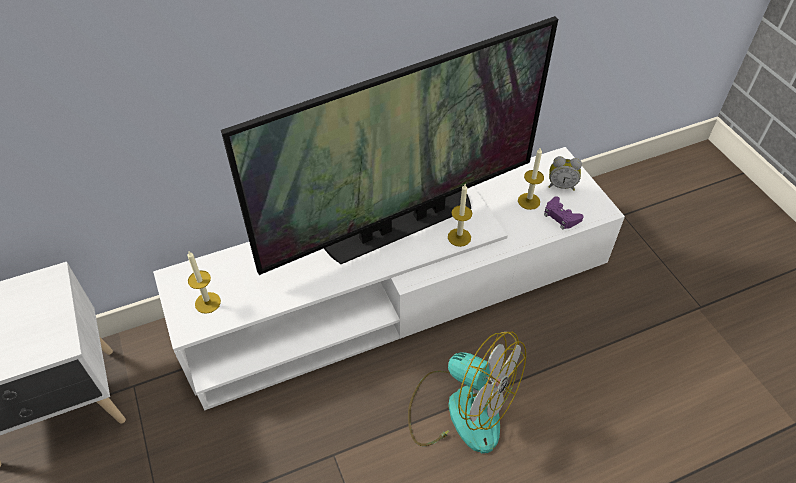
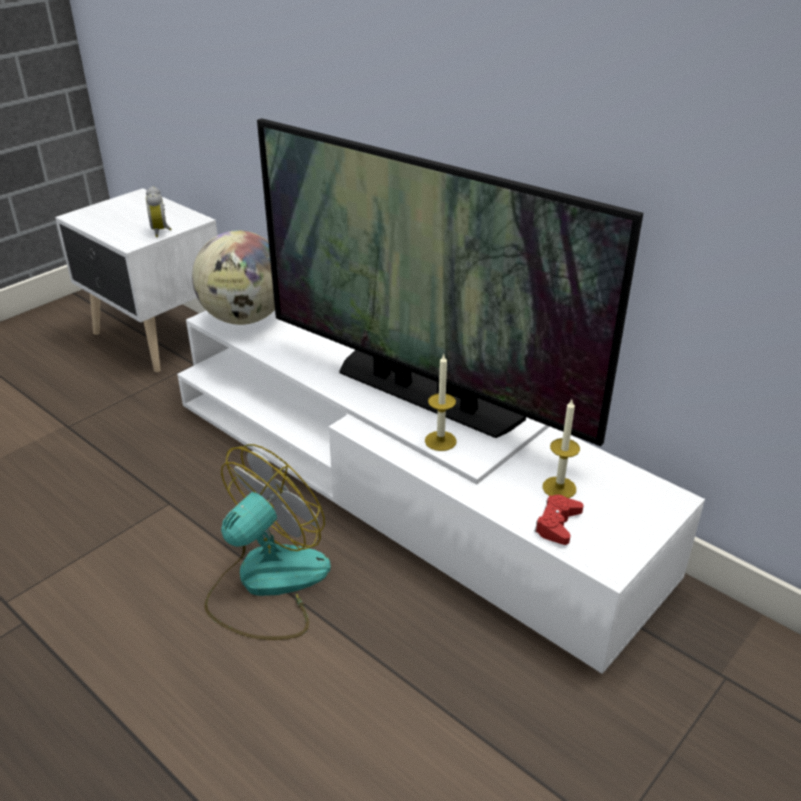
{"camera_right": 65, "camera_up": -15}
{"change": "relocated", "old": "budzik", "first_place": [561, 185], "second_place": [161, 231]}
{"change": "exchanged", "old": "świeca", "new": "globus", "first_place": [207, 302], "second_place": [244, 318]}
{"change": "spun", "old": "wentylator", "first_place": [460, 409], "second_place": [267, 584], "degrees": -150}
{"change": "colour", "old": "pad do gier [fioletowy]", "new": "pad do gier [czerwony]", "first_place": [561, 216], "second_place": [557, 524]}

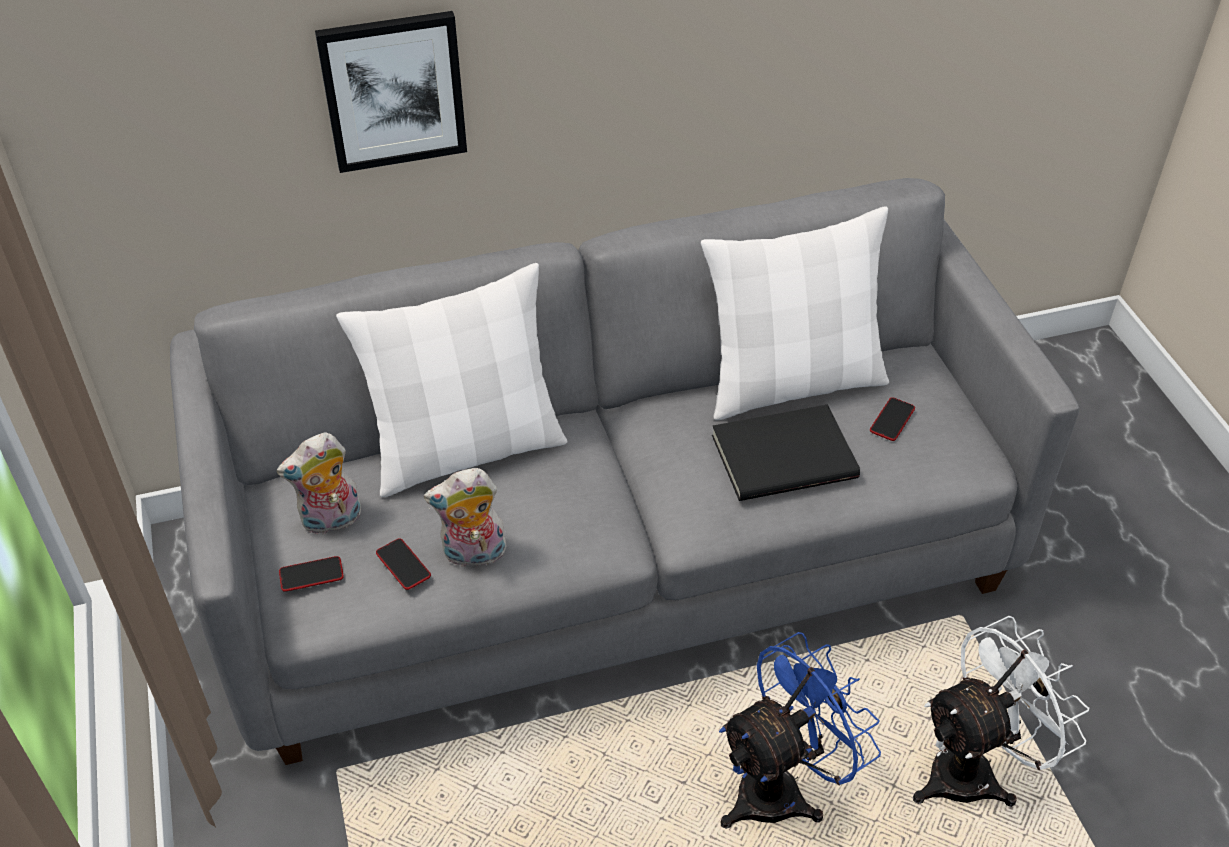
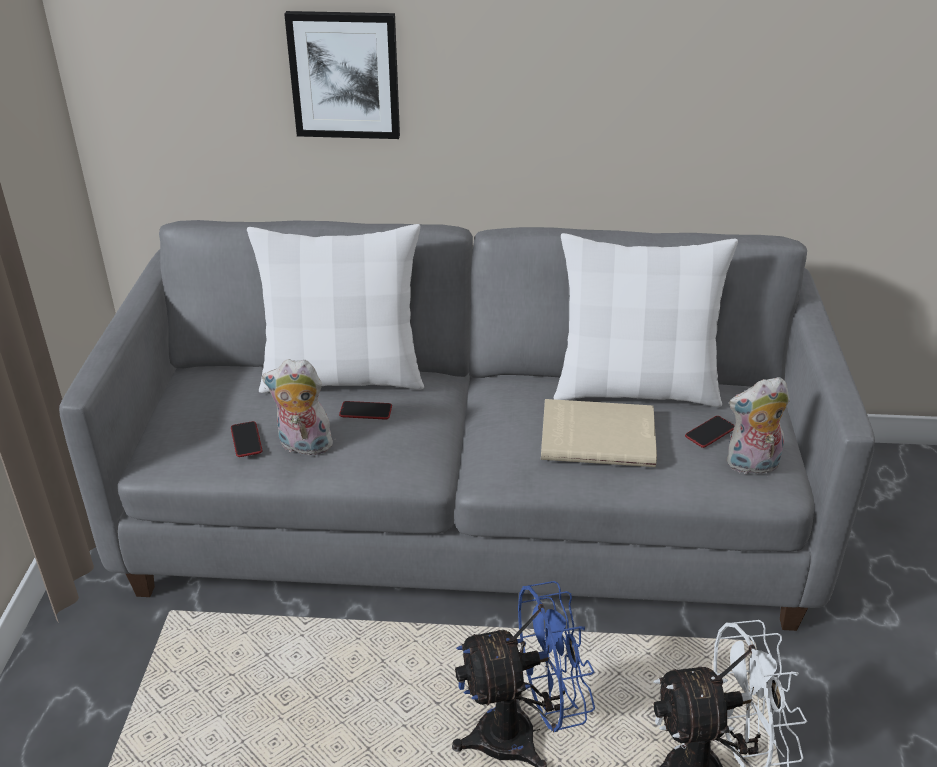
{"camera_right": 20, "camera_up": -10}
{"change": "relocated", "old": "telefon", "first_place": [311, 575], "second_place": [365, 411]}
{"change": "colour", "old": "książka [czarny]", "new": "książka [beżowy]", "first_place": [783, 455], "second_place": [597, 436]}
{"change": "relocated", "old": "pluszak", "first_place": [331, 521], "second_place": [751, 466]}

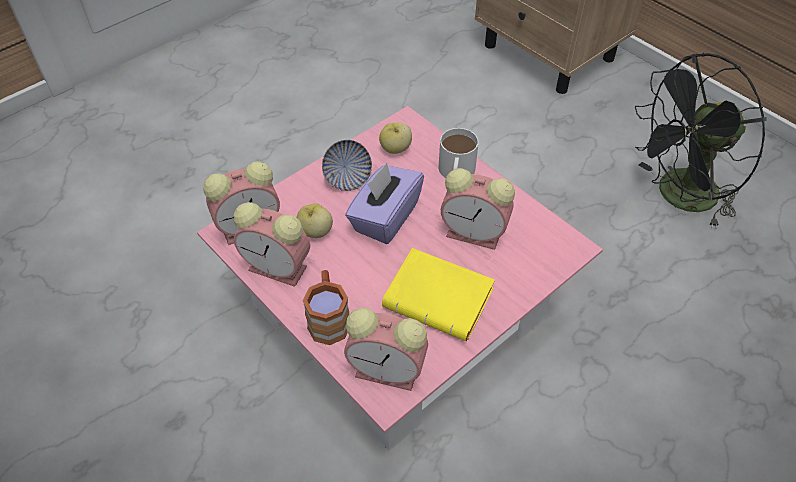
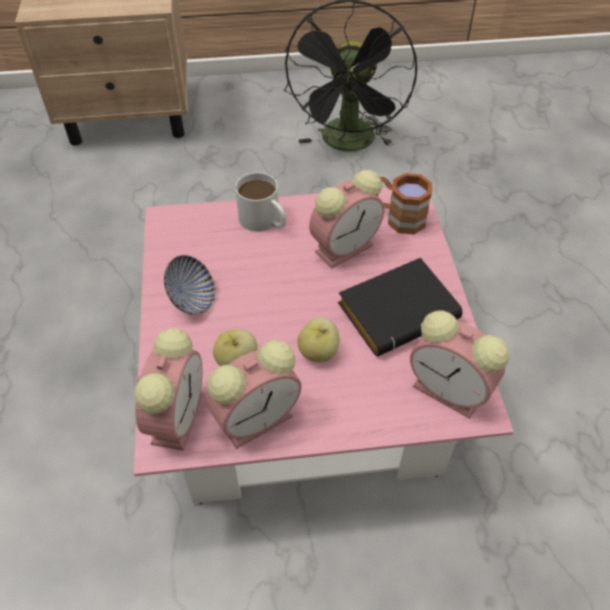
{"camera_right": -55, "camera_up": 0}
{"change": "relocated", "old": "jabłko", "first_place": [395, 149], "second_place": [319, 352]}
{"change": "colour", "old": "książka [żółty]", "new": "książka [czarny]", "first_place": [442, 299], "second_place": [398, 310]}
{"change": "relocated", "old": "kubek [brązowy]", "first_place": [328, 318], "second_place": [398, 217]}
{"change": "spun", "old": "budzik", "first_place": [389, 371], "second_place": [451, 391], "degrees": 75}
{"change": "missing", "old": "pudełko chusteczek [fioletowy]", "first_place": [385, 218]}

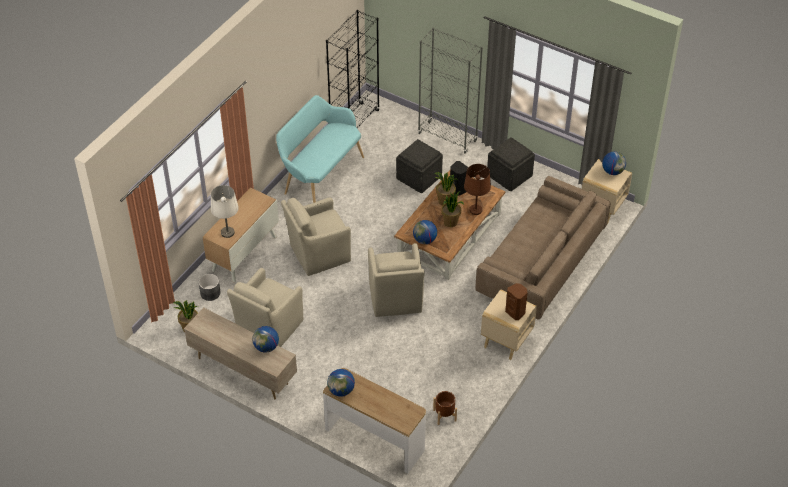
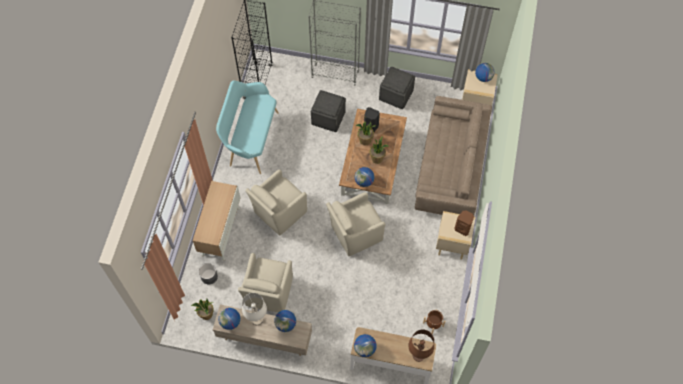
{"camera_right": -20, "camera_up": 15}
{"change": "appeared", "new": "globus", "second_place": [230, 322]}
{"change": "relocated", "old": "lampa stołowa [biały]", "first_place": [227, 233], "second_place": [257, 319]}
{"change": "spun", "old": "fotel [beżowy]", "first_place": [395, 298], "second_place": [355, 234], "degrees": 90}
{"change": "relocated", "old": "lampa stołowa [brązowy]", "first_place": [476, 210], "second_place": [418, 355]}

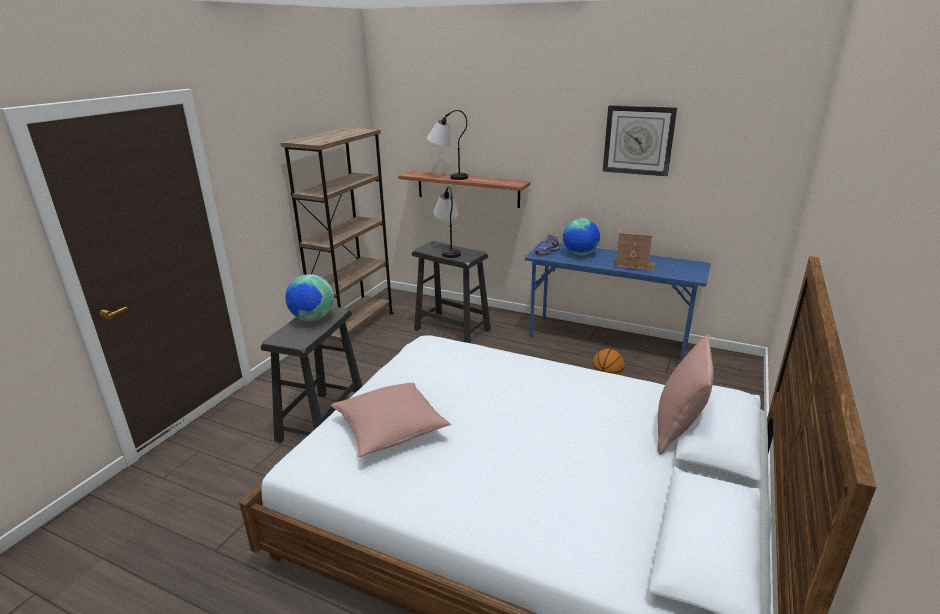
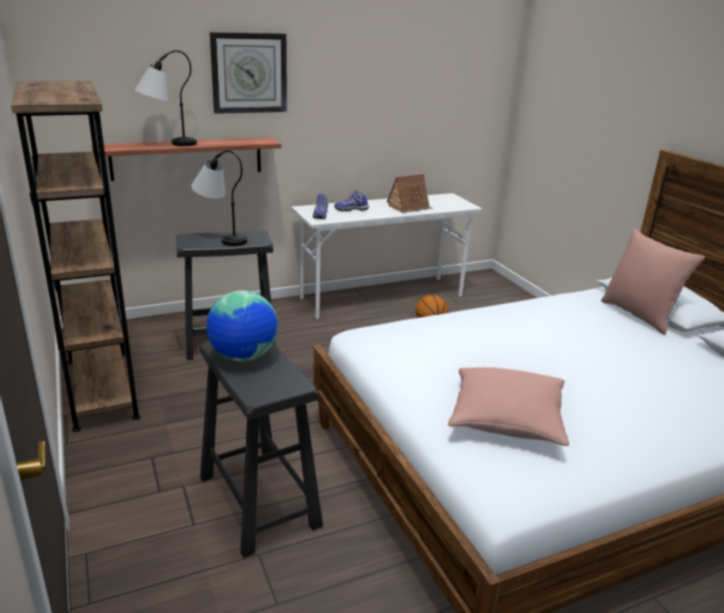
{"camera_right": -50, "camera_up": 0}
{"change": "relocated", "old": "zegar ścienny", "first_place": [638, 140], "second_place": [249, 73]}
{"change": "colour", "old": "biurko [niebieski]", "new": "biurko [biały]", "first_place": [607, 341], "second_place": [382, 297]}
{"change": "exchanged", "old": "globus", "new": "but", "first_place": [580, 254], "second_place": [351, 209]}

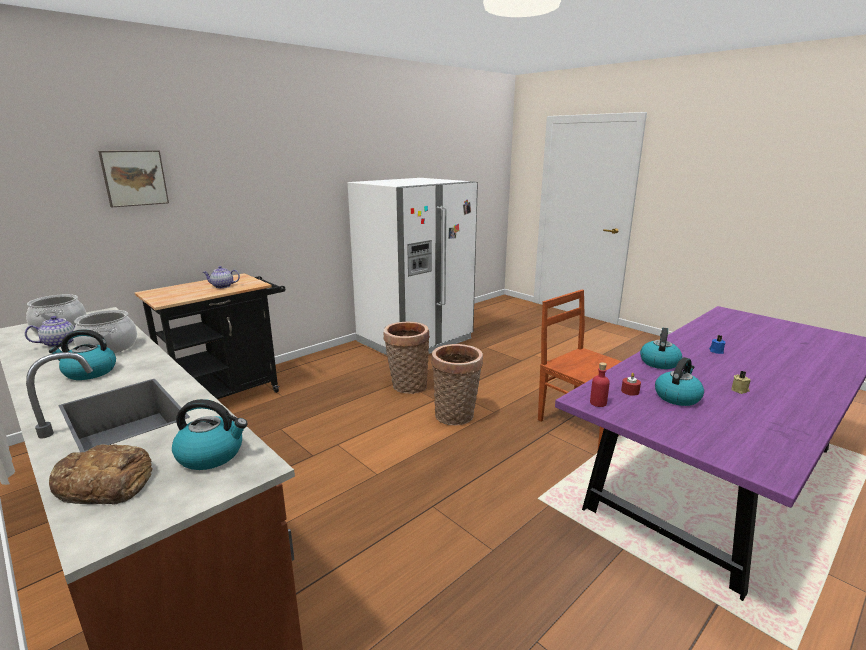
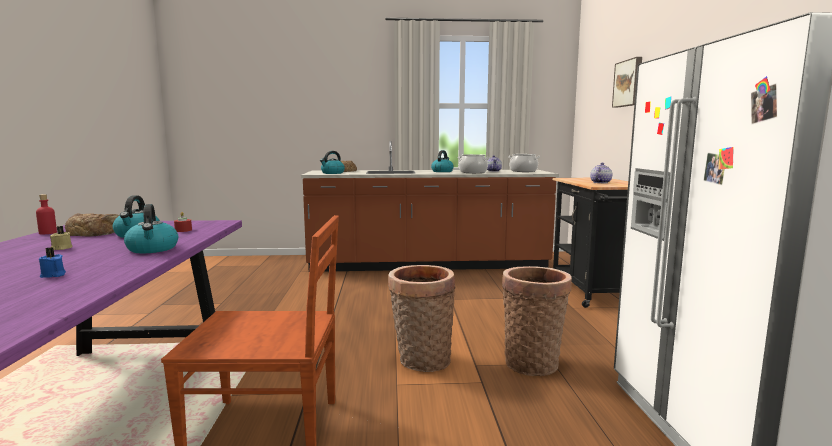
{"camera_right": 130, "camera_up": -10}
{"change": "relocated", "old": "butelka [czerwony]", "first_place": [598, 403], "second_place": [48, 233]}
{"change": "appeared", "new": "chleb", "second_place": [95, 232]}

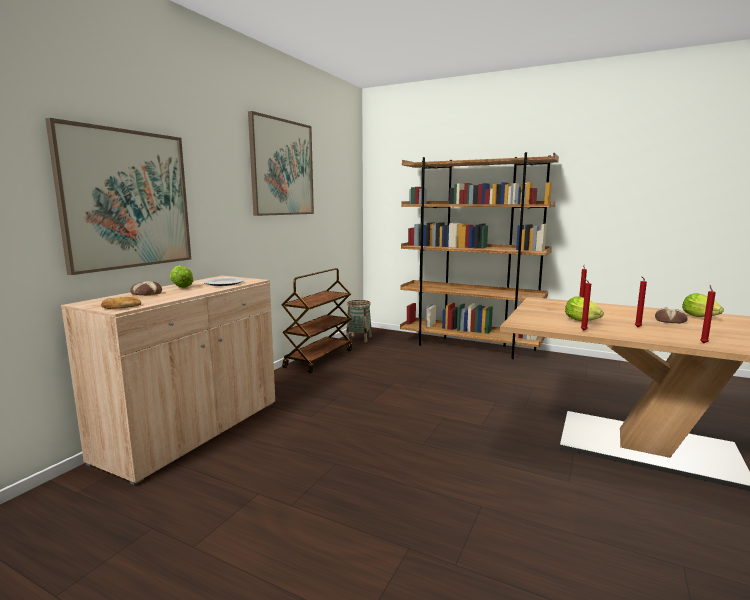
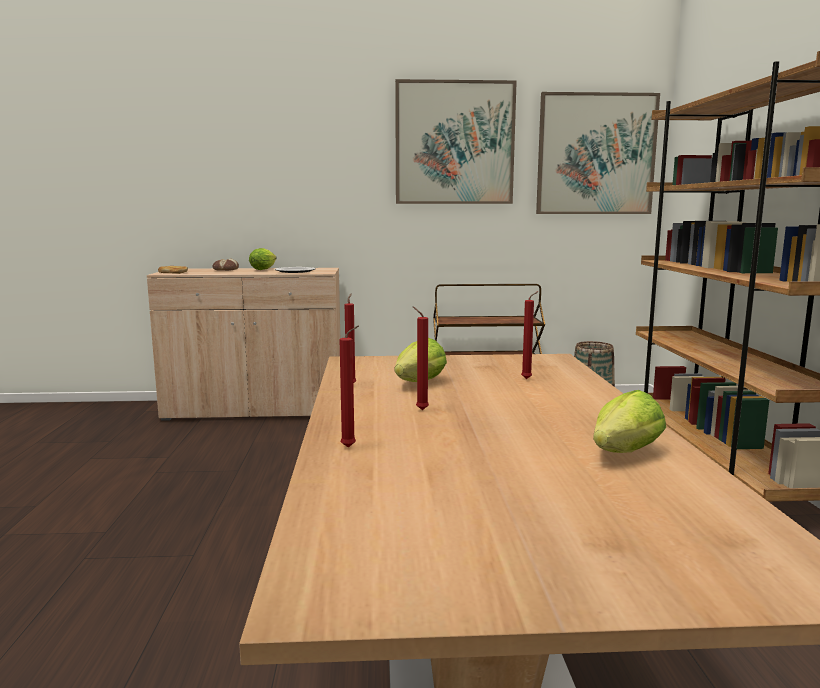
{"camera_right": 60, "camera_up": 0}
{"change": "relocated", "old": "obraz", "first_place": [127, 199], "second_place": [596, 154]}
{"change": "missing", "old": "chleb", "first_place": [670, 320]}

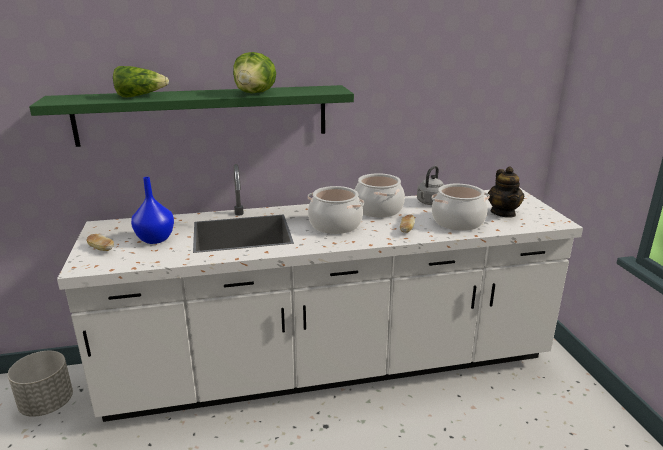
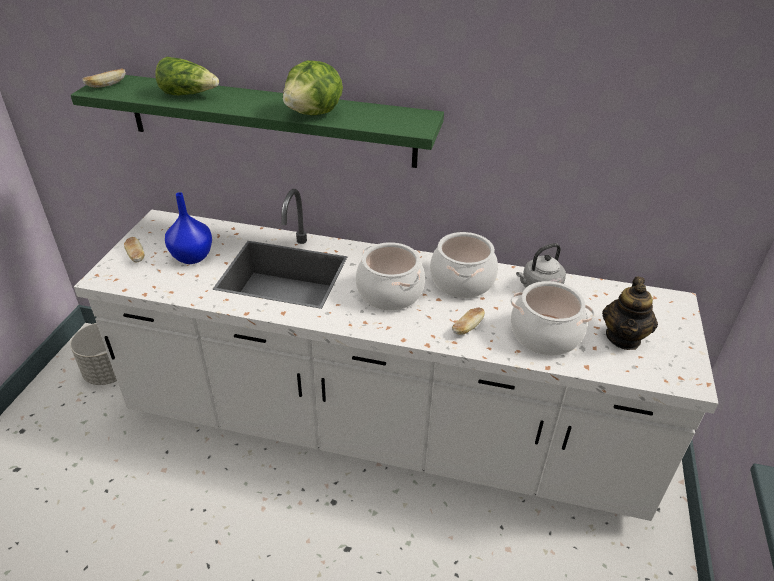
{"camera_right": 25, "camera_up": 15}
{"change": "appeared", "new": "chleb", "second_place": [106, 85]}

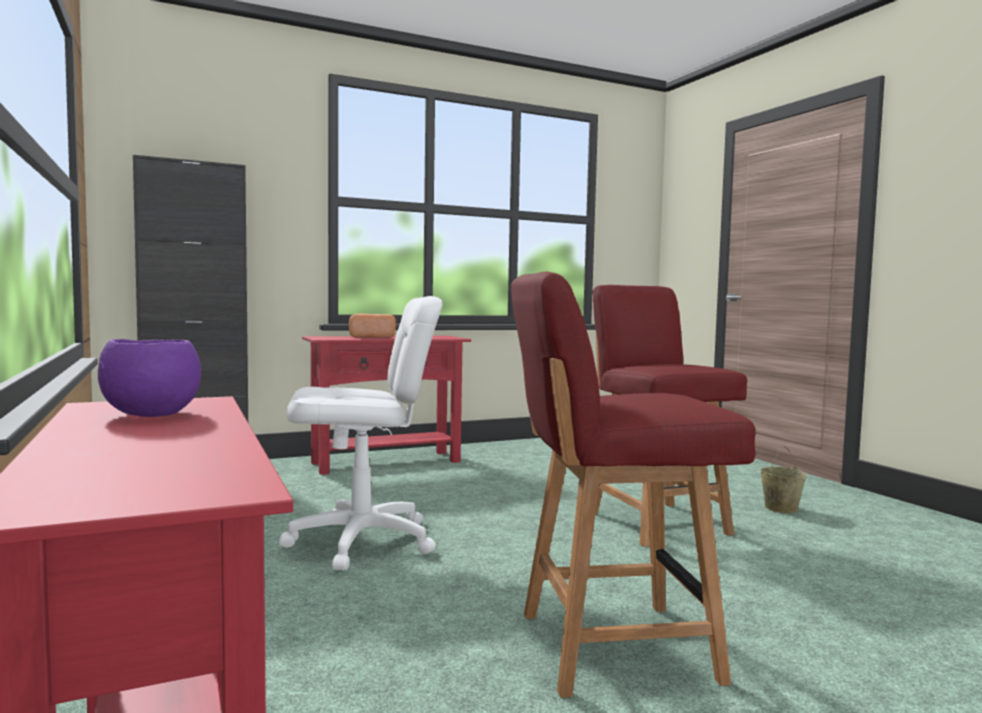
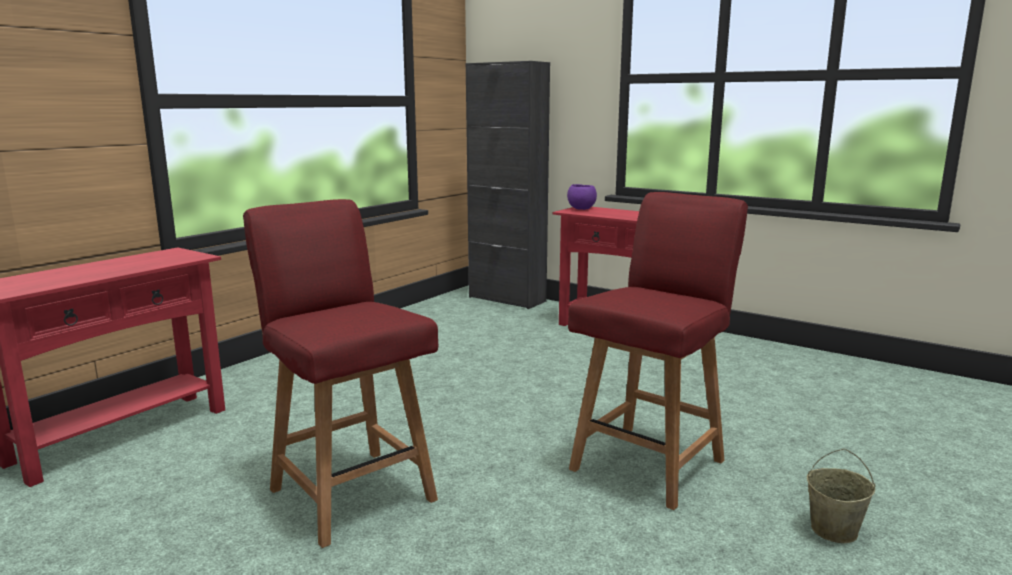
{"camera_right": 60, "camera_up": 10}
{"change": "relocated", "old": "miska [fioletowy]", "first_place": [153, 414], "second_place": [581, 209]}
{"change": "missing", "old": "krzesło biurowe [biały]", "first_place": [362, 541]}
{"change": "missing", "old": "chleb", "first_place": [371, 337]}

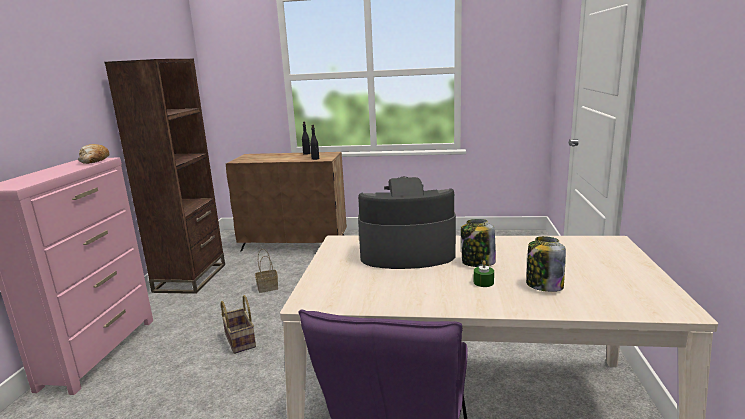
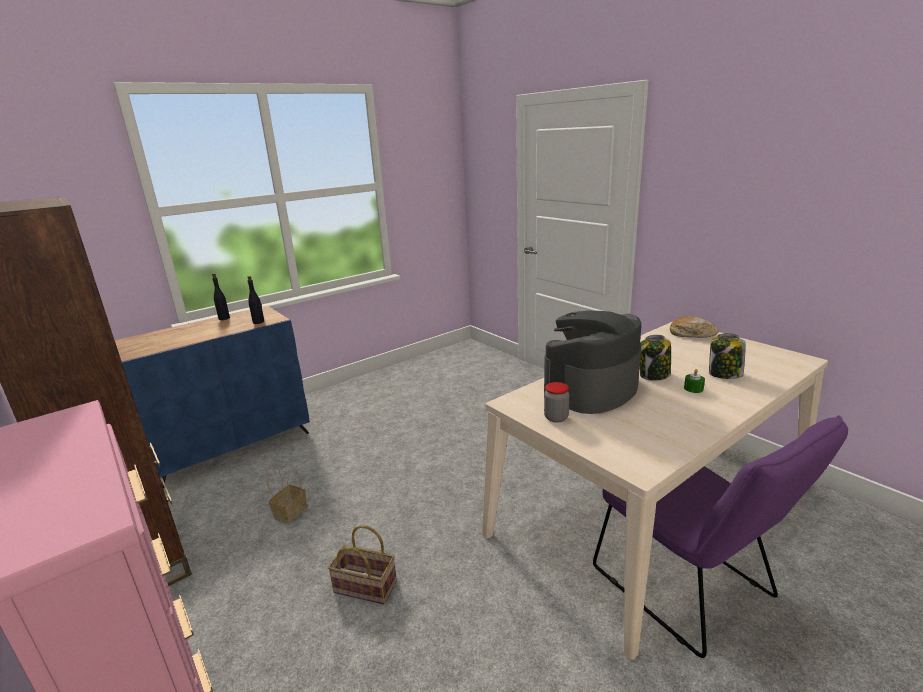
{"camera_right": -45, "camera_up": 5}
{"change": "colour", "old": "szafka [brązowy]", "new": "szafka [niebieski]", "first_place": [295, 244], "second_place": [233, 446]}
{"change": "appeared", "new": "słoik", "second_place": [556, 418]}
{"change": "relocated", "old": "chleb", "first_place": [94, 161], "second_place": [692, 334]}

